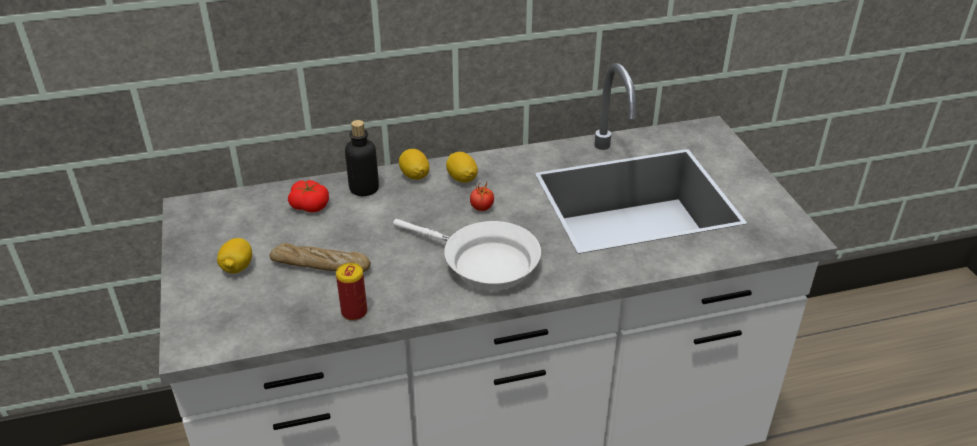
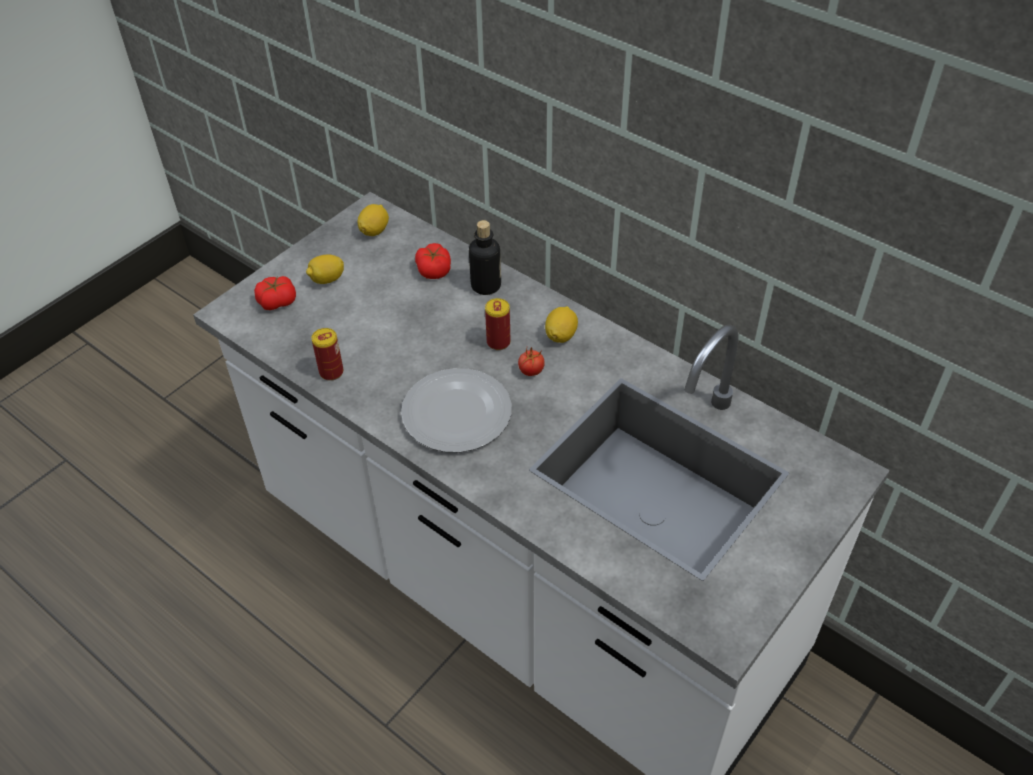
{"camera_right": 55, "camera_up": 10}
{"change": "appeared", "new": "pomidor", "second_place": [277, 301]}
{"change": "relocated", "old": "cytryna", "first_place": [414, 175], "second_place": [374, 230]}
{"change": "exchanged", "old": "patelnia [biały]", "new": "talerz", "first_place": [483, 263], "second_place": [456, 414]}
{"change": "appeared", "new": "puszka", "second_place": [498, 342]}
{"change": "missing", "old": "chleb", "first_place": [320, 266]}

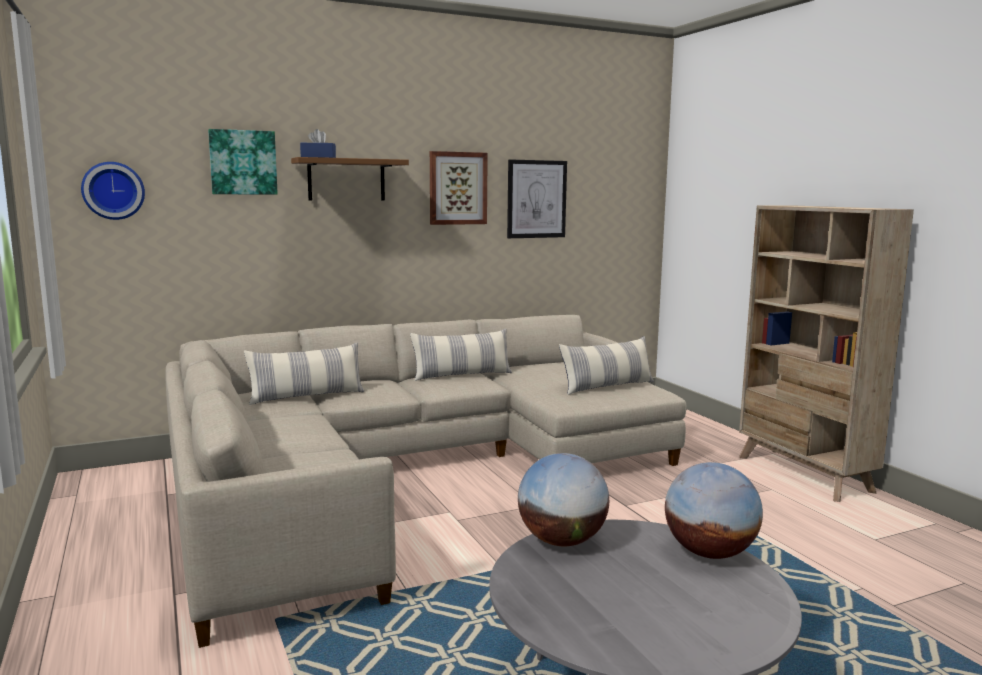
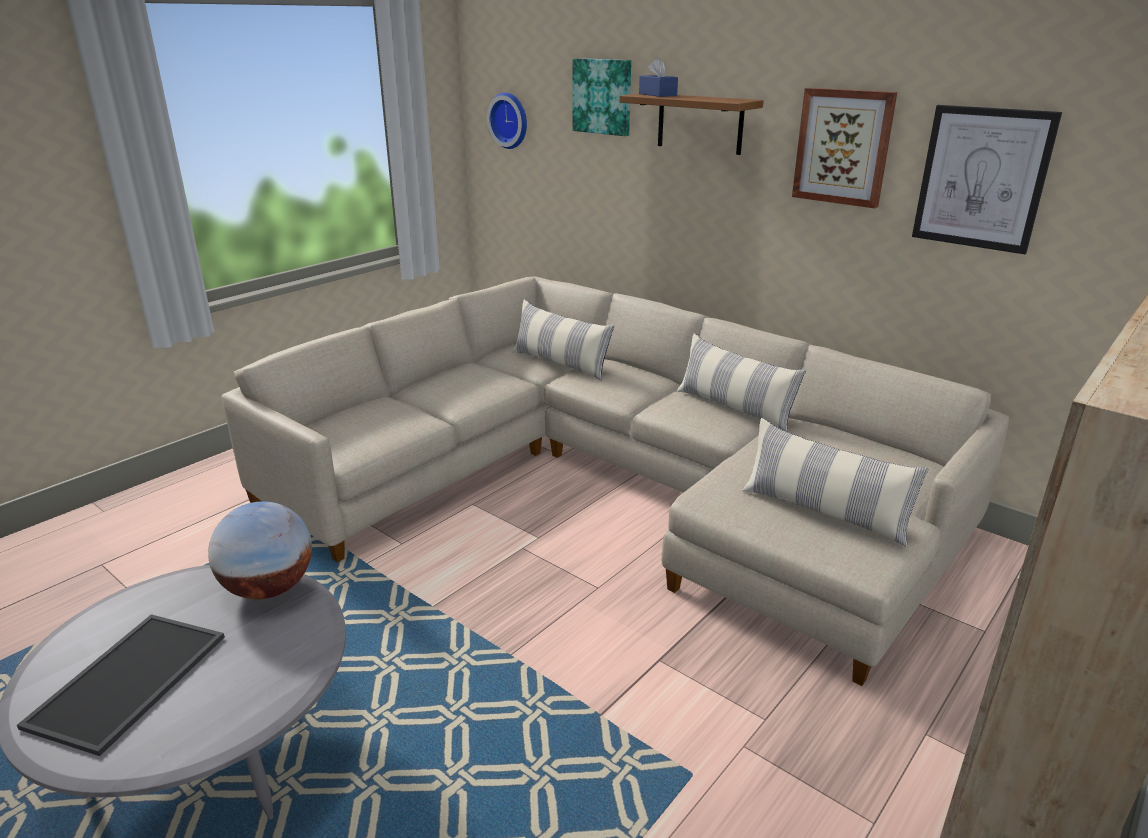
{"camera_right": 65, "camera_up": 15}
{"change": "appeared", "new": "taca", "second_place": [129, 682]}
{"change": "missing", "old": "globus", "first_place": [709, 553]}

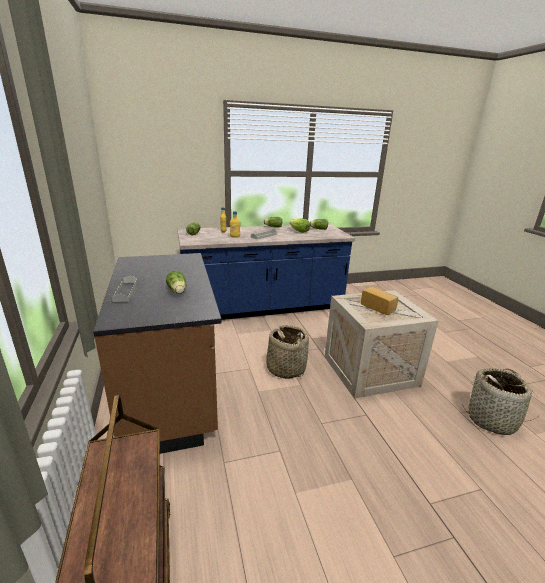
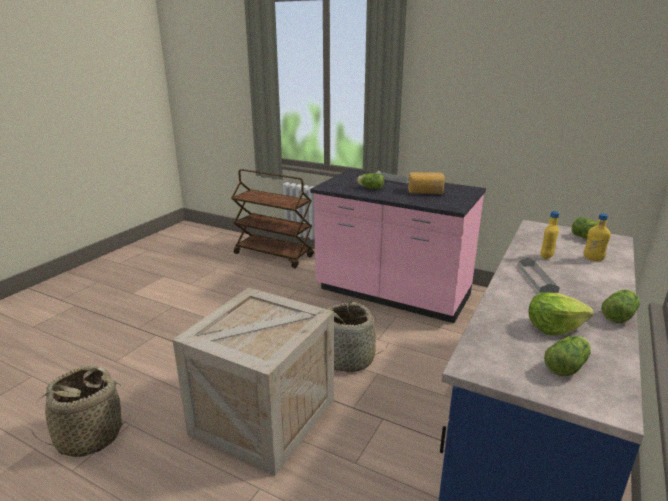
{"camera_right": 135, "camera_up": 0}
{"change": "colour", "old": "zabudowa kuchenna [brązowy]", "new": "zabudowa kuchenna [różowy]", "first_place": [171, 392], "second_place": [392, 294]}
{"change": "relocated", "old": "chleb", "first_place": [378, 307], "second_place": [425, 192]}

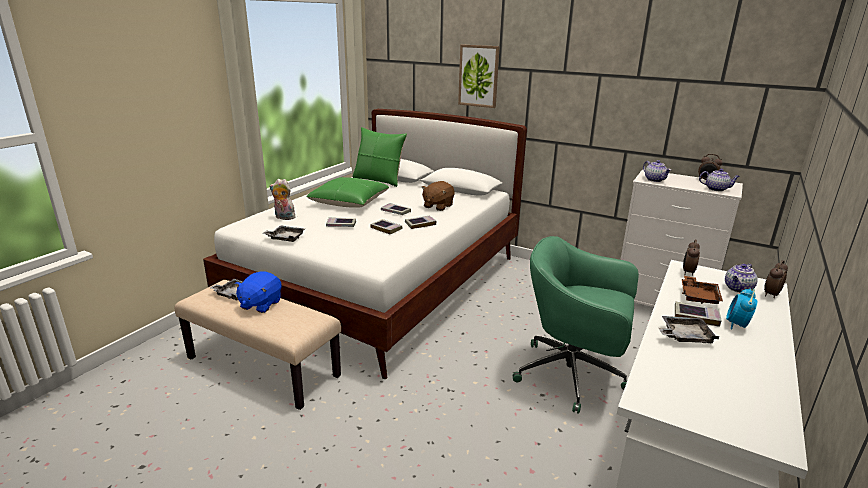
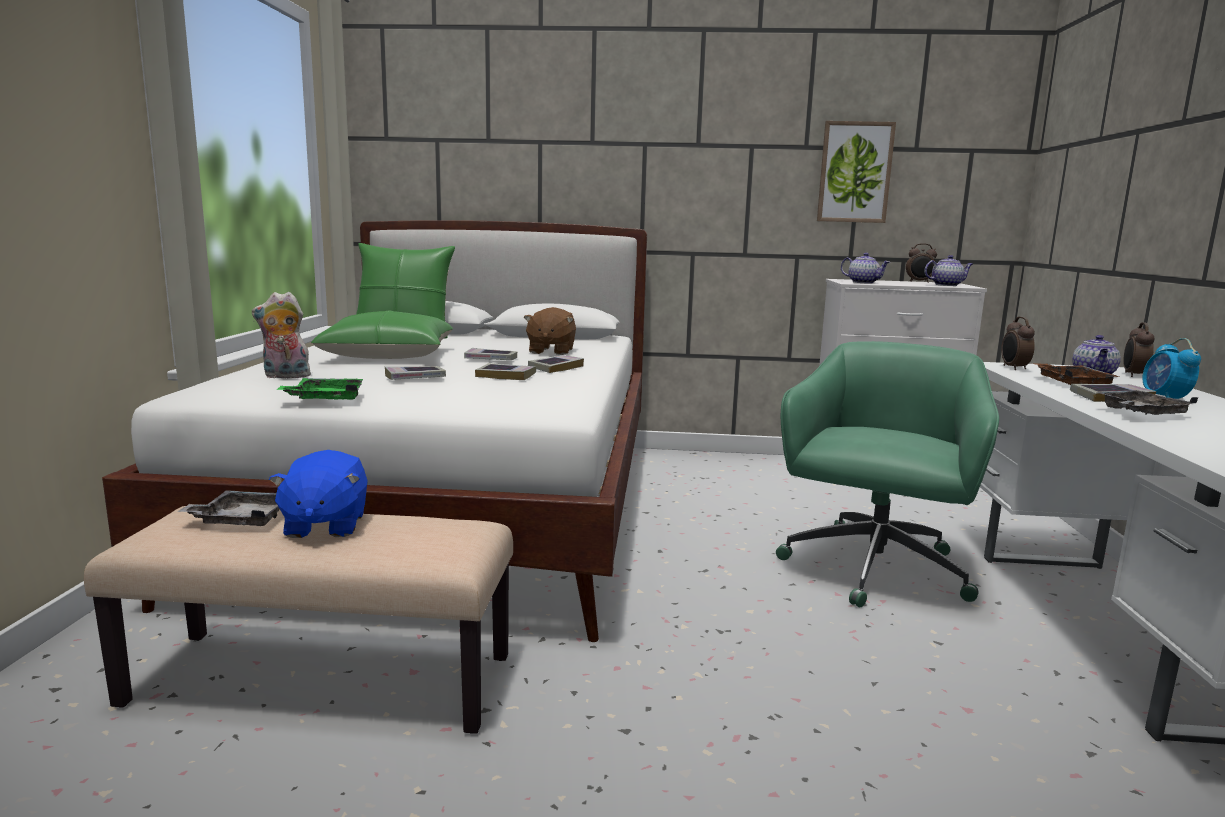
{"camera_right": -25, "camera_up": -10}
{"change": "colour", "old": "taca [szary]", "new": "taca [zielony]", "first_place": [285, 238], "second_place": [326, 399]}
{"change": "spun", "old": "krzesło biurowe [zielony]", "first_place": [573, 375], "second_place": [873, 570], "degrees": 120}
{"change": "relocated", "old": "obraz", "first_place": [478, 76], "second_place": [854, 172]}

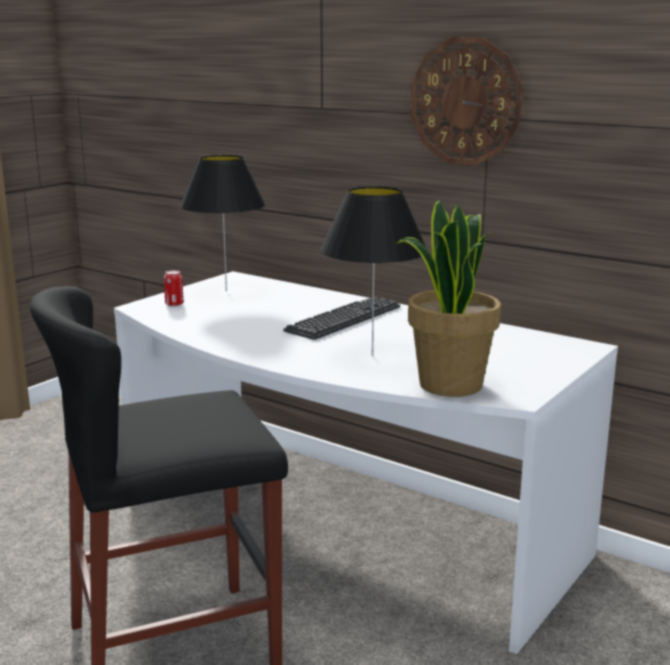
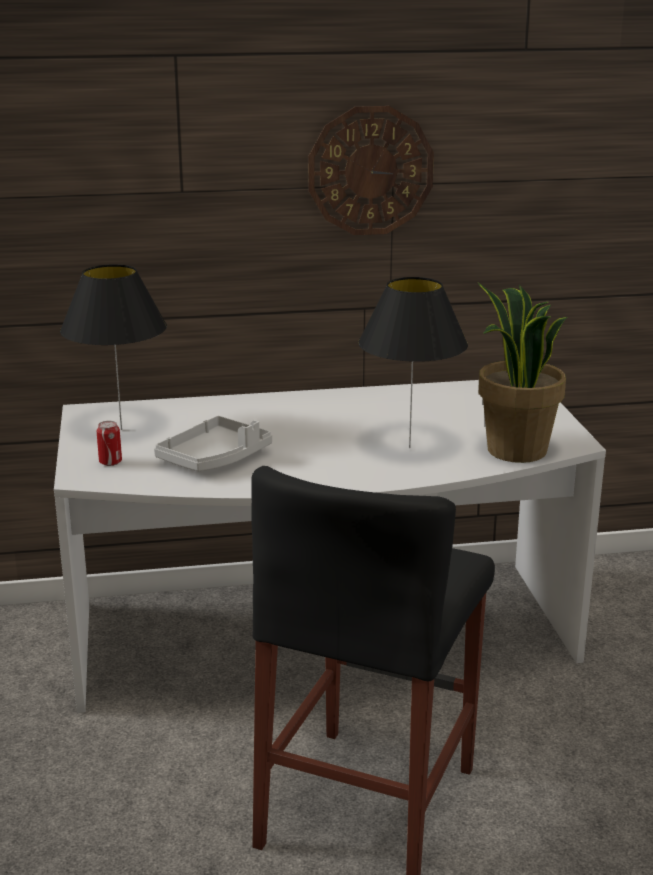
{"camera_right": -45, "camera_up": 5}
{"change": "appeared", "new": "taca [szary]", "second_place": [215, 458]}
{"change": "missing", "old": "klawiatura", "first_place": [344, 319]}

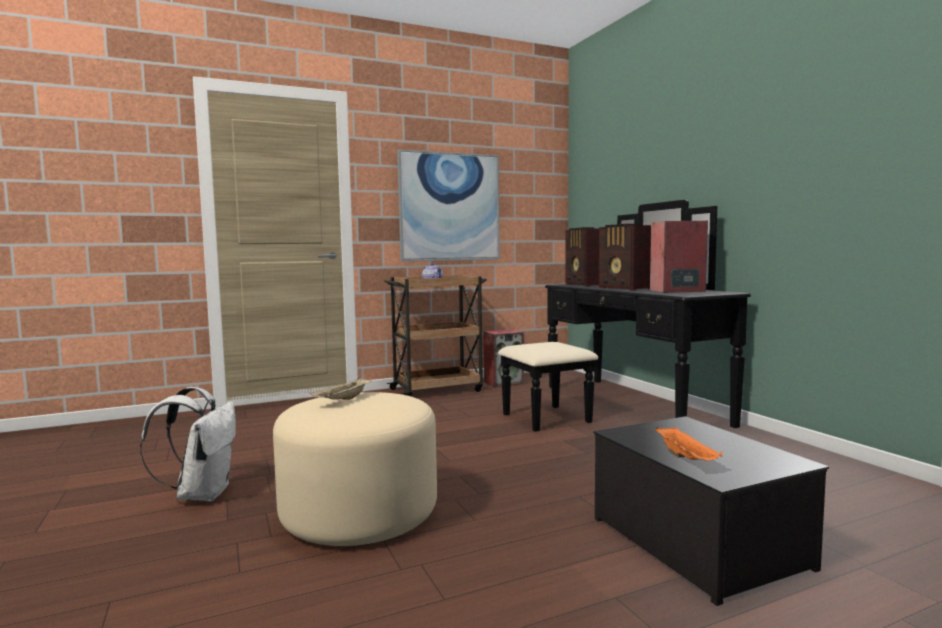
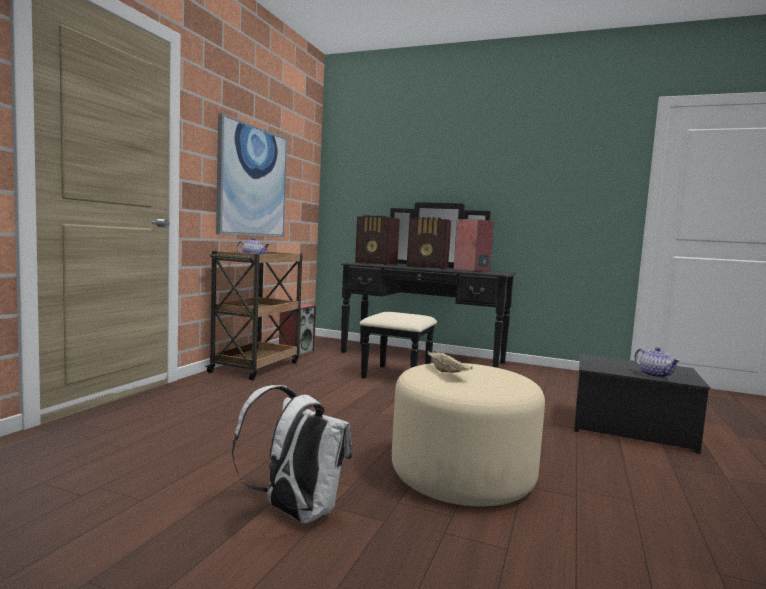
{"camera_right": -45, "camera_up": 0}
{"change": "exchanged", "old": "taca [pomarańczowy]", "new": "imbryk", "first_place": [687, 458], "second_place": [655, 375]}

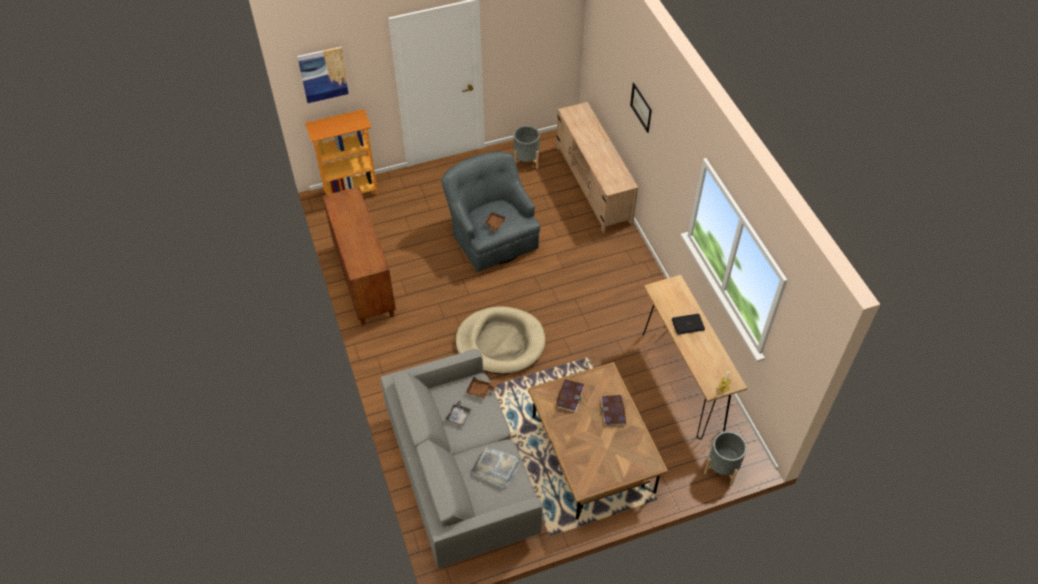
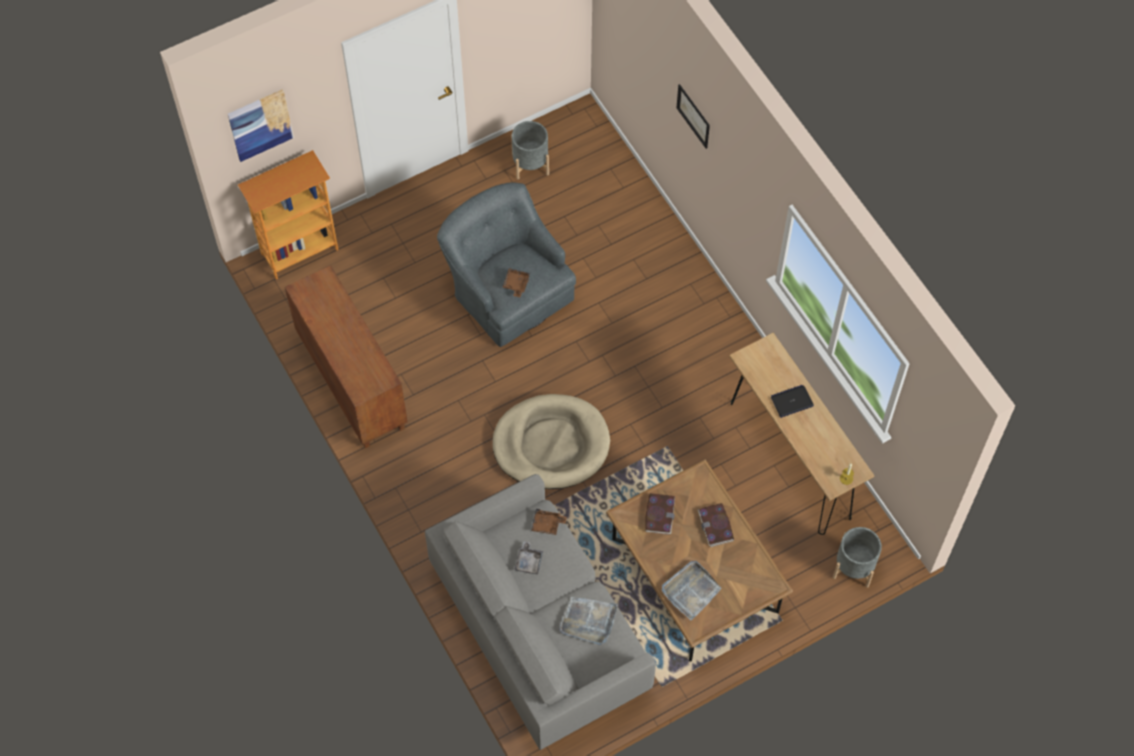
{"camera_right": -10, "camera_up": 10}
{"change": "appeared", "new": "taca [szary]", "second_place": [690, 591]}
{"change": "missing", "old": "szafka pod telewizor [beżowy]", "first_place": [593, 185]}

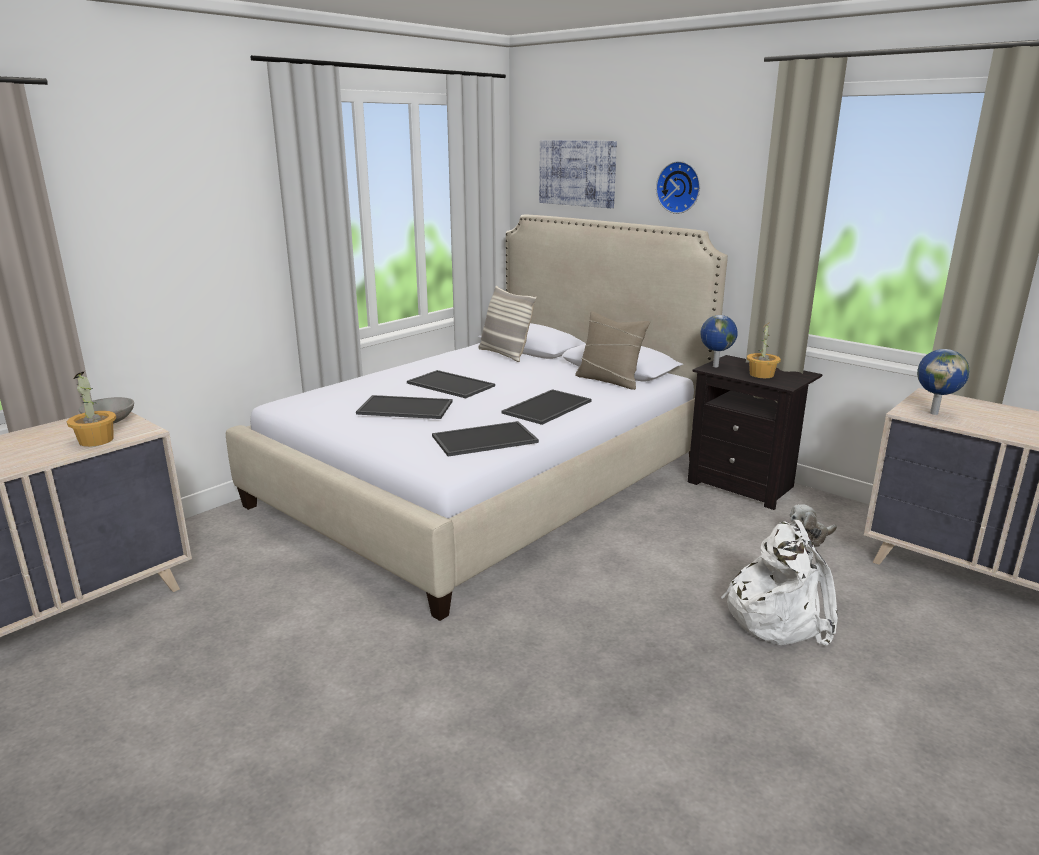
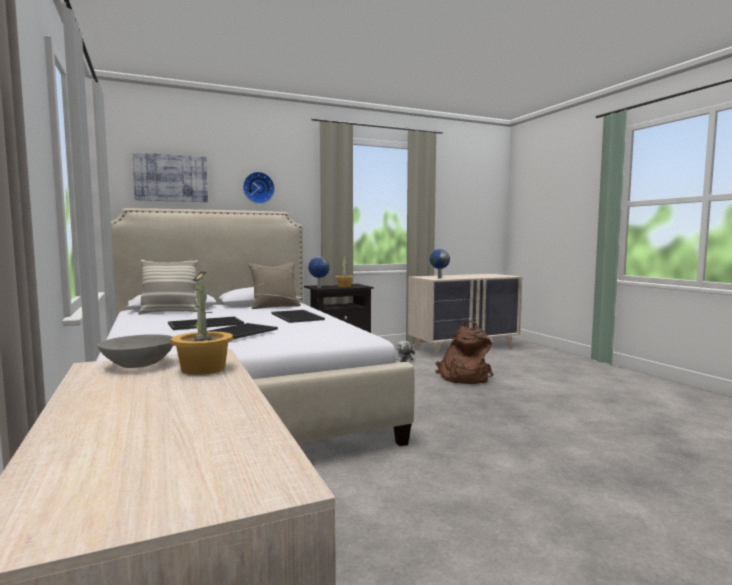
{"camera_right": -65, "camera_up": -15}
{"change": "colour", "old": "plecak [biały]", "new": "plecak [brązowy]", "first_place": [777, 616], "second_place": [463, 377]}
{"change": "missing", "old": "taca", "first_place": [484, 440]}

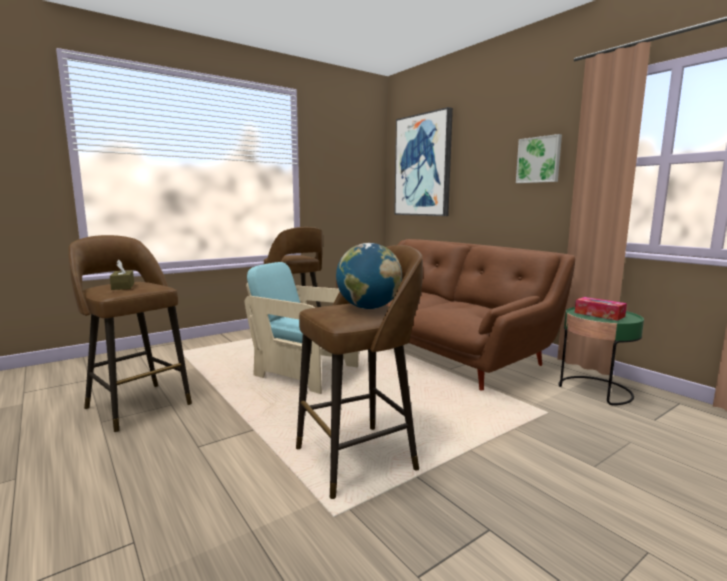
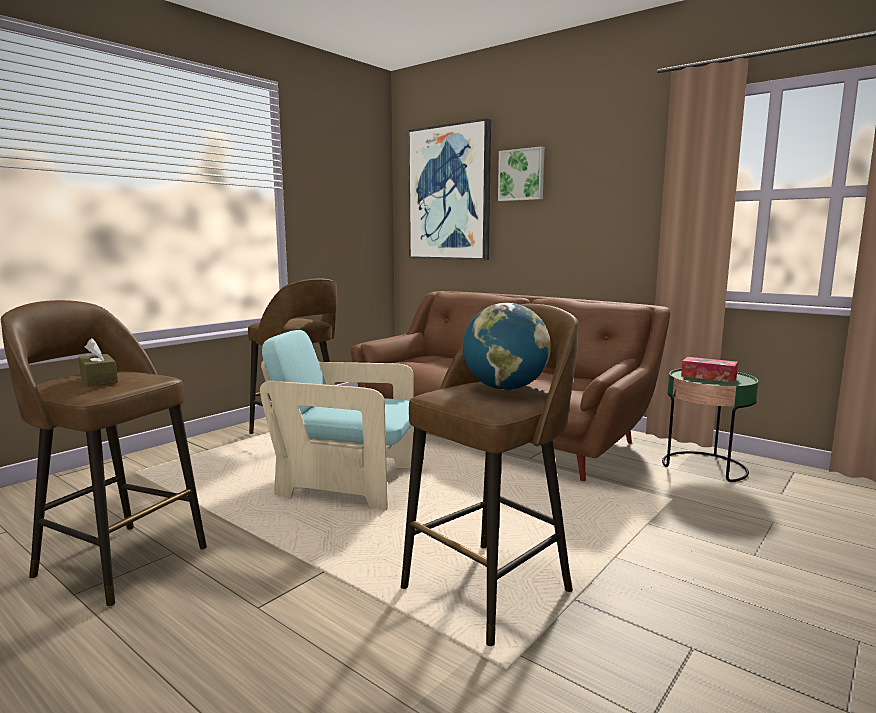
{"camera_right": -15, "camera_up": 0}
{"change": "relocated", "old": "obraz", "first_place": [539, 160], "second_place": [522, 175]}

